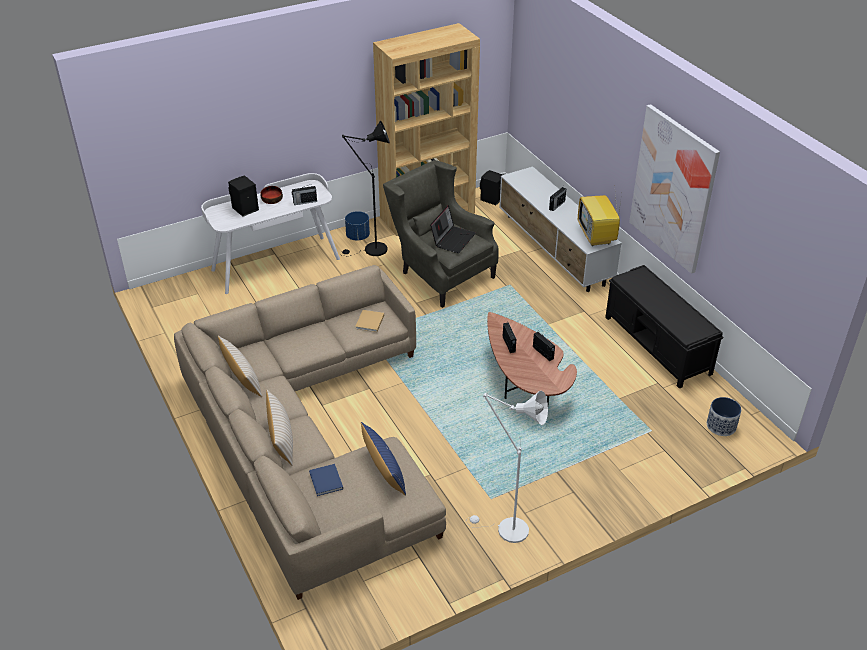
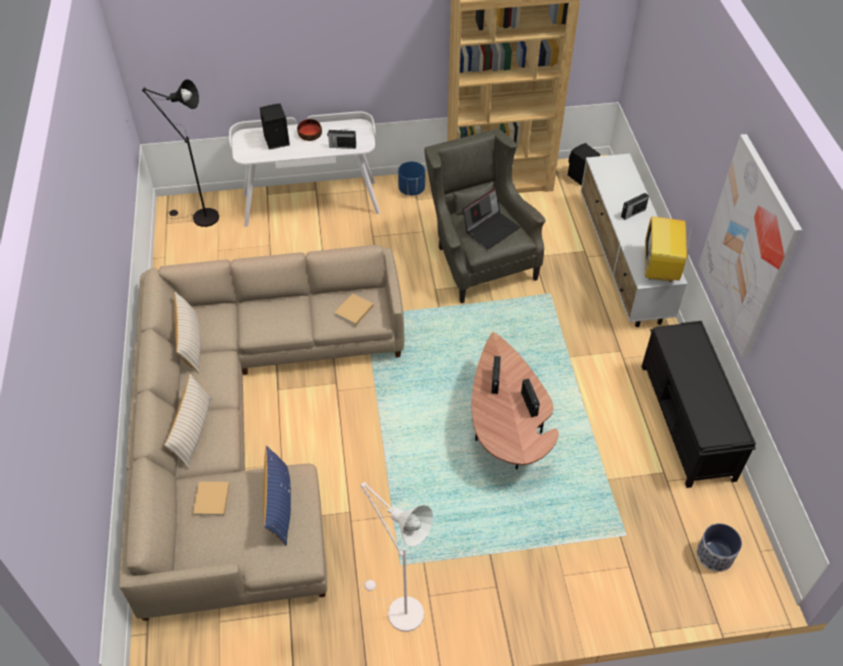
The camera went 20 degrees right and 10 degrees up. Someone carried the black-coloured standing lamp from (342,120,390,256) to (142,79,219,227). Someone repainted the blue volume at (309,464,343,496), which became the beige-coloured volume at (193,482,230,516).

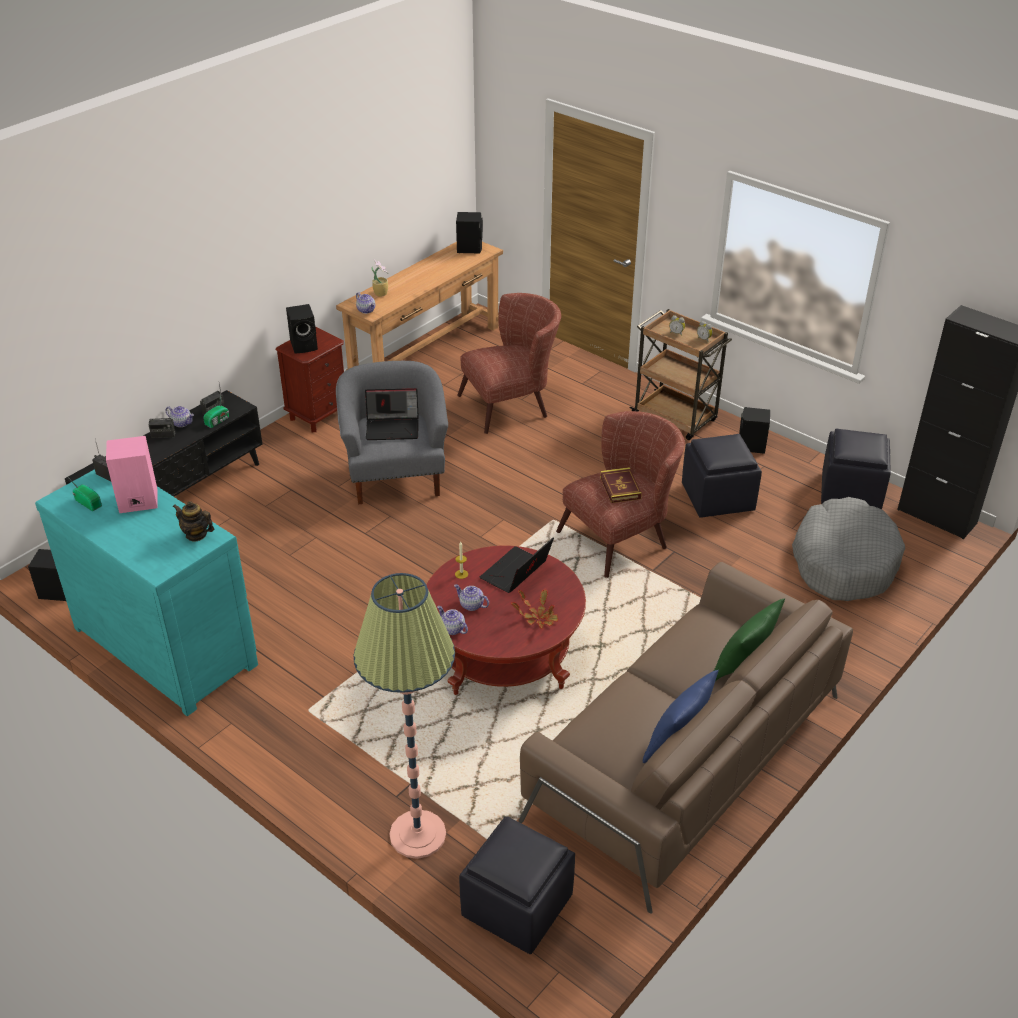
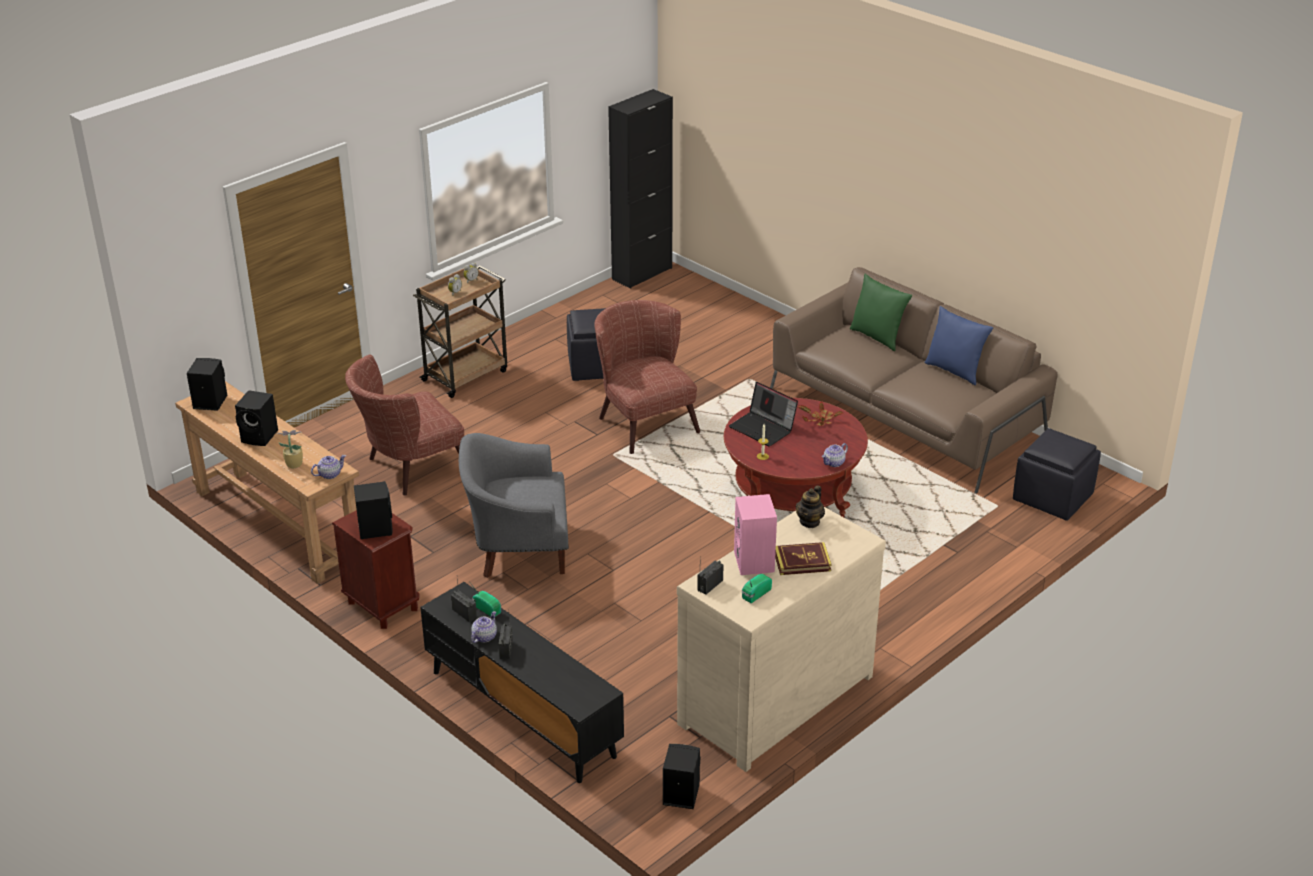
The camera went 85 degrees left and 5 degrees down. Someone took away the standing lamp at (354,573,455,859). Someone took away the notebook computer at (365,388,419,440). Someone took away the tea pot at (454,584,489,611). Someone took away the grey pet bed at (792,497,905,601). Someone took away the black-coloured footrest at (821,428,891,509). Someone carried the volume from (600,467,642,503) to (775,542,832,575). Someone carried the black-coloured loudspeaker from (739,407,770,454) to (235,390,278,446). Someone repainted the blue-green chest of drawers at (35,469,258,716), which became the beige-coloured chest of drawers at (677,507,886,772). Someone rotated the brown-coloured easy chair at (457,293,561,434) by 105 degrees counterclockwise.

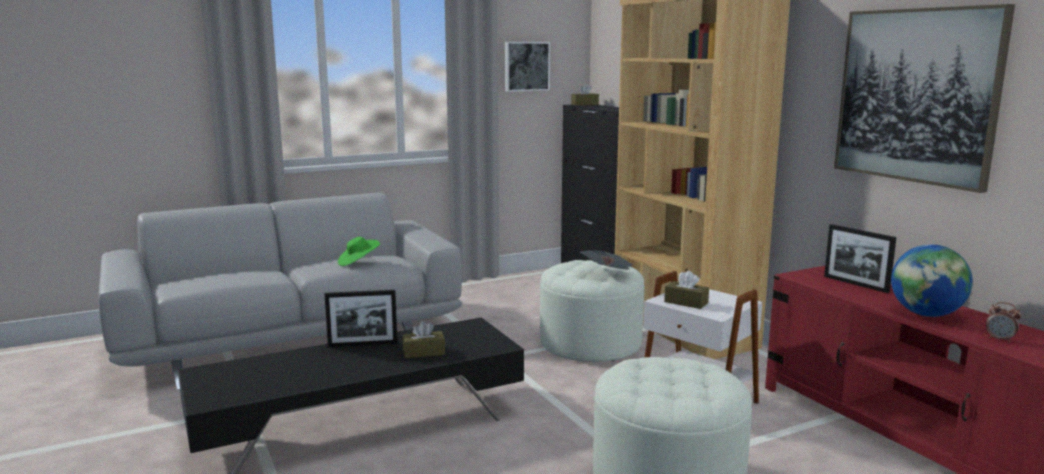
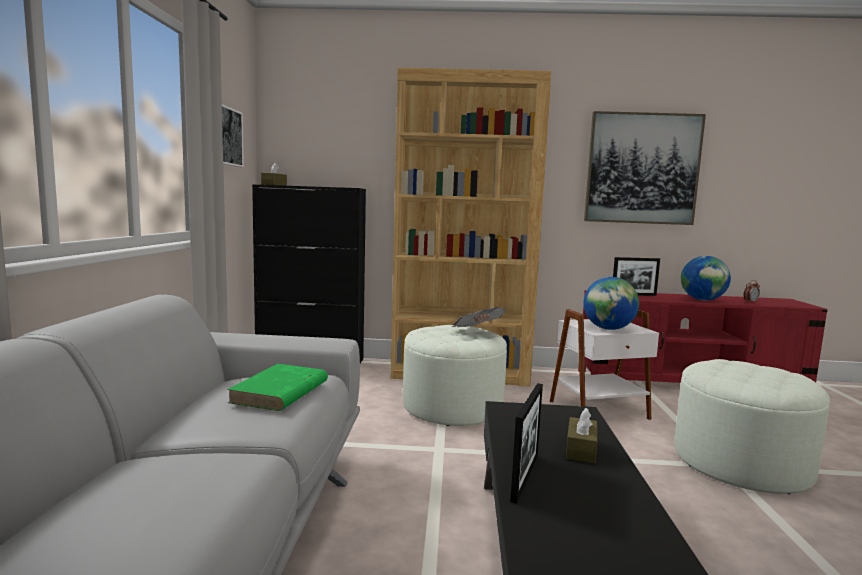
The camera went 60 degrees left and 5 degrees down. Someone swapped the green-coloured hat at (338,237,380,266) for the green-coloured volume at (227,364,328,411). Someone swapped the brown-coloured tissue holder at (664,271,709,309) for the globe at (583,277,639,330).

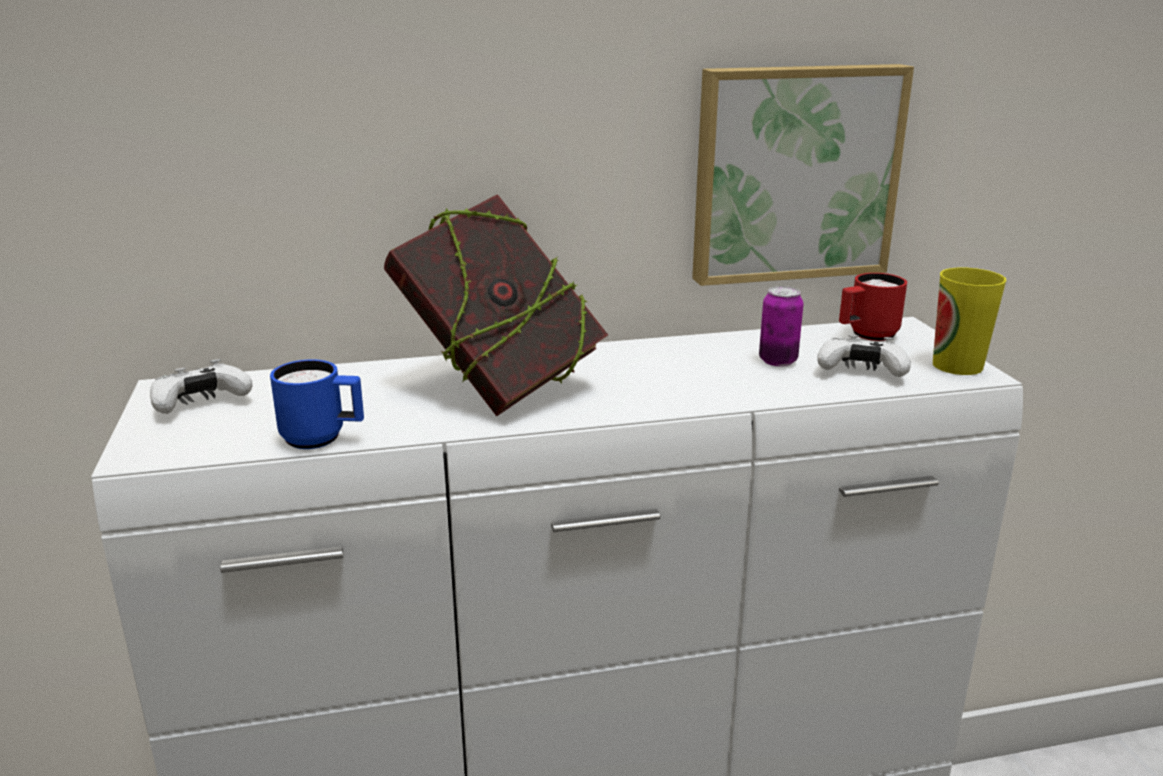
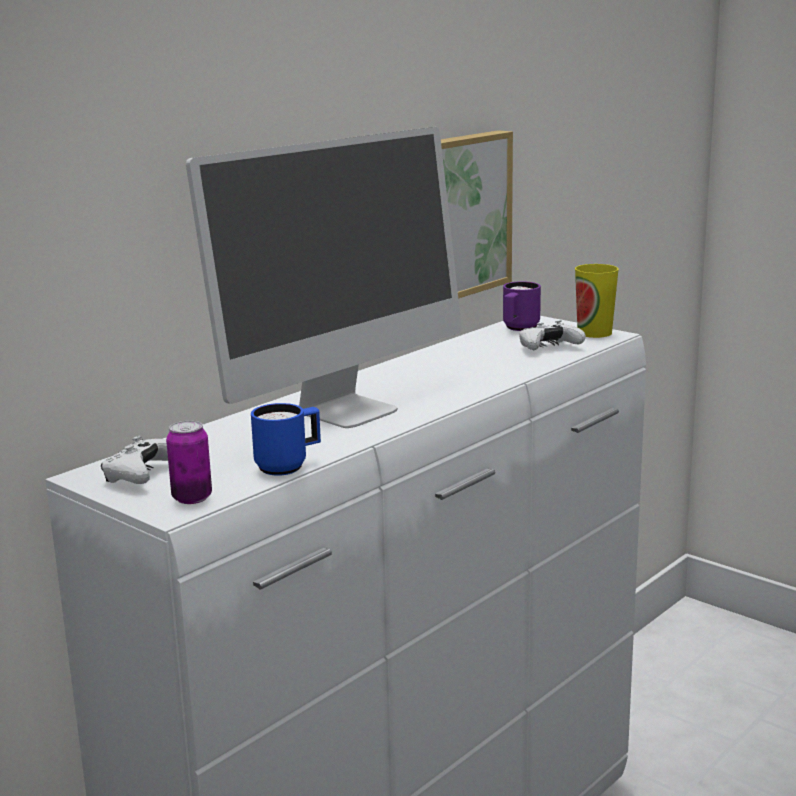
The camera went 35 degrees left and 5 degrees down. Someone carried the can from (759,286,804,367) to (166,421,212,504). Someone swapped the volume at (384,194,608,416) for the monitor at (186,127,462,428). Someone repainted the red-coloured mug at (839,273,907,341), which became the purple-coloured mug at (503,281,541,331).

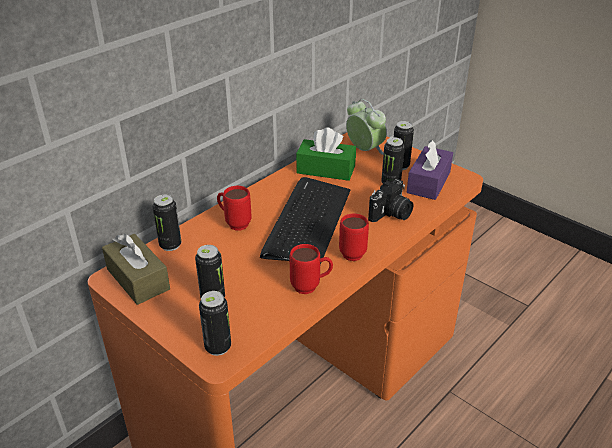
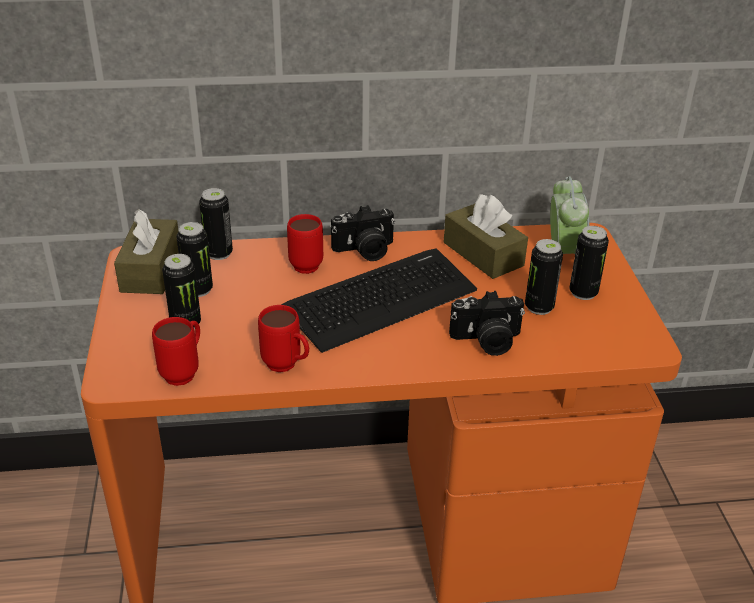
The camera went 40 degrees right and 0 degrees up. Someone took away the purple-coloured tissue holder at (407,140,453,200). Someone put down the still camera at (331,205,395,261). Someone carried the can from (199,291,231,356) to (176,222,213,297). Someone carried the red-coloured mug from (339,214,369,261) to (152,317,200,386). Someone repainted the green-coloured tissue holder at (296,127,356,181), which became the brown-coloured tissue holder at (443,194,528,279).

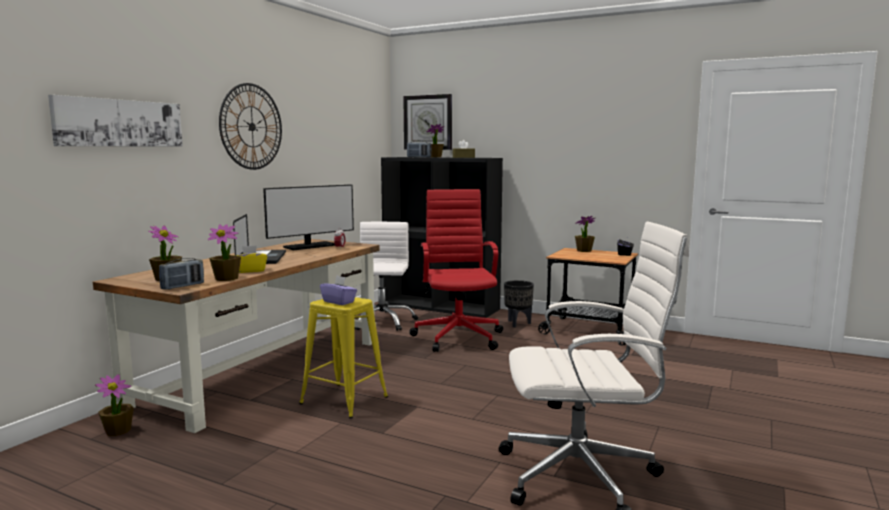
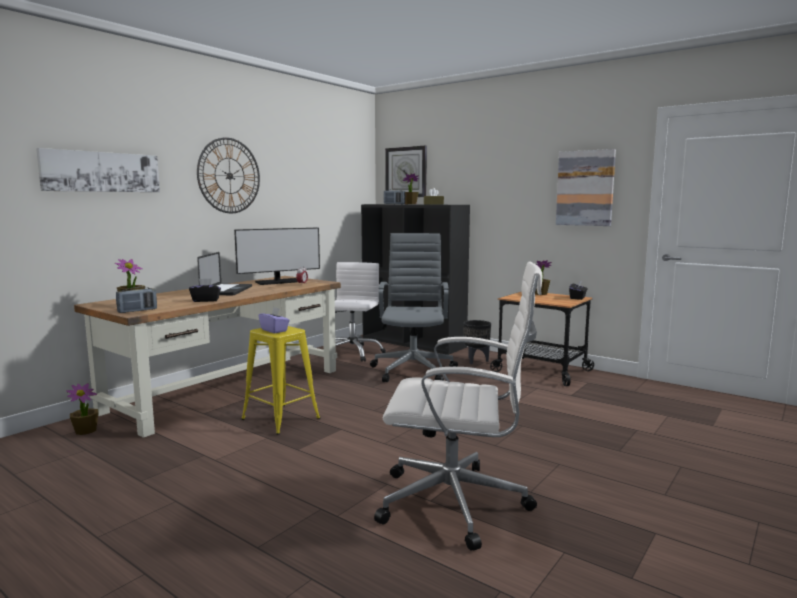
The camera went 10 degrees right and 0 degrees up. Someone took away the potted plant at (208,224,241,281). Someone put up the wall picture at (556,149,616,226). Someone repainted the yellowish tissue holder at (238,245,267,273), which became the black-coloured tissue holder at (189,278,221,302). Someone repainted the red-coloured computer chair at (409,189,503,352), which became the grey computer chair at (370,233,458,382).

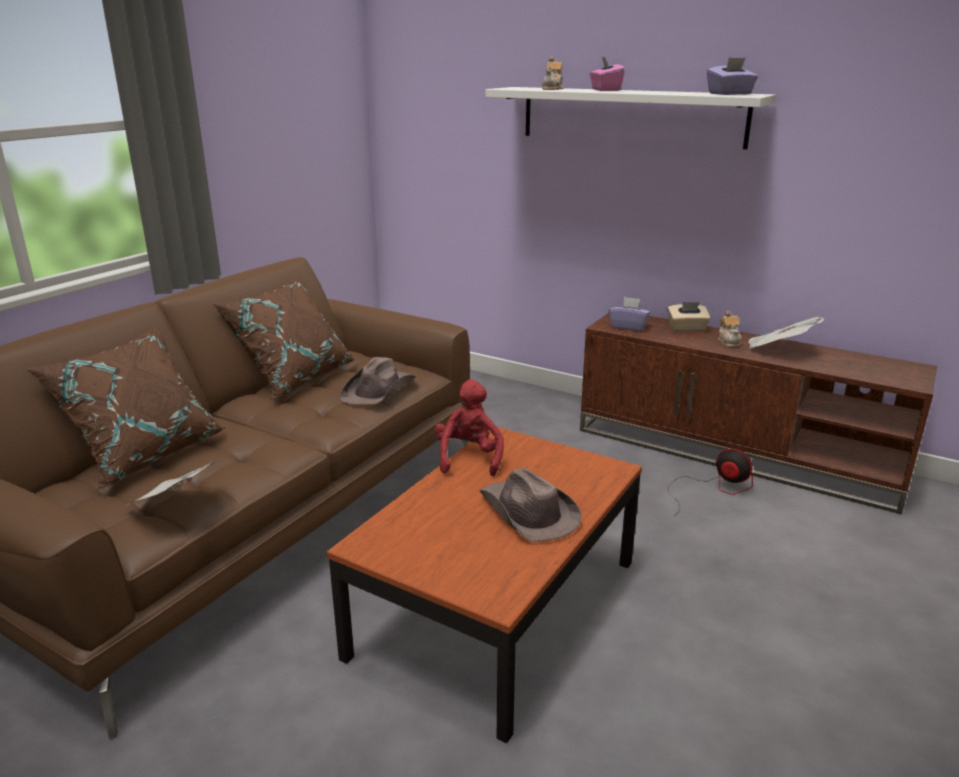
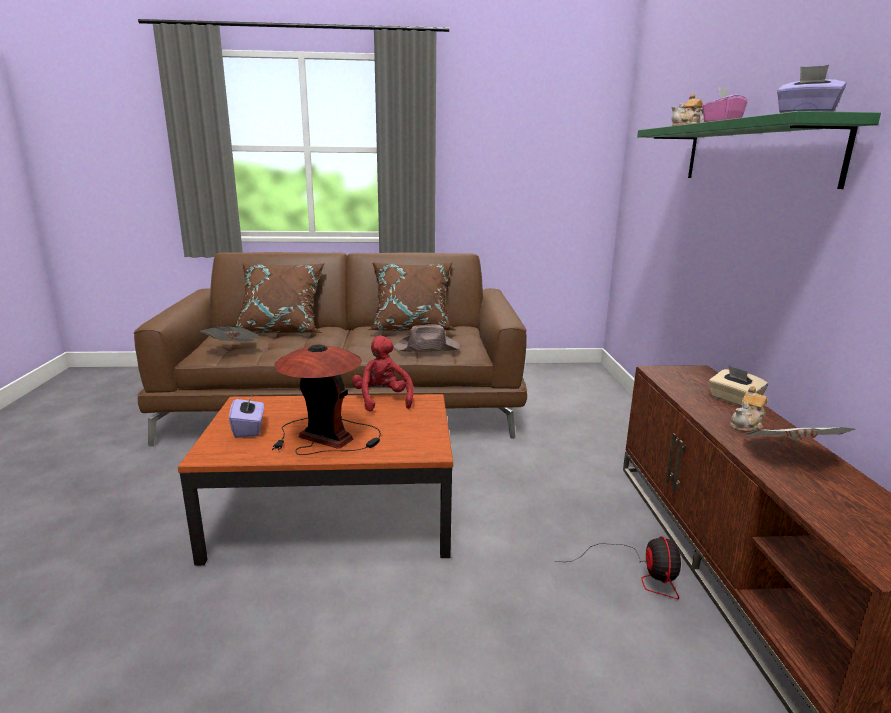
The camera went 55 degrees right and 5 degrees down. Someone carried the purple-coloured tissue holder from (609,297,650,331) to (229,394,264,438). Someone swapped the brown-coloured hat at (480,468,581,542) for the tabletop lamp at (272,345,381,455). Someone repainted the whitish wall shelf at (485,87,776,149), which became the green-coloured wall shelf at (637,111,881,189). Someone rotated the red-coloured soft toy at (434,380,504,476) by 75 degrees counterclockwise.

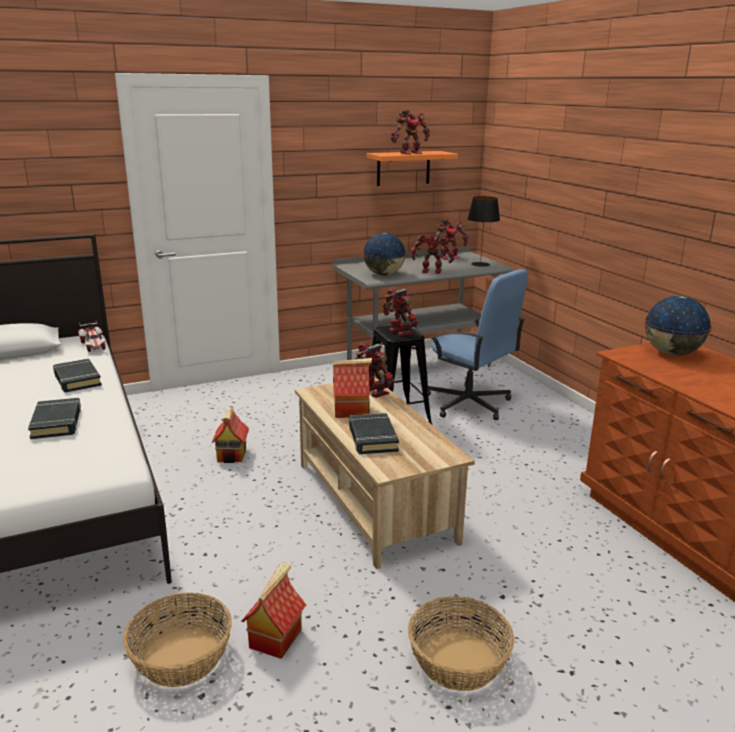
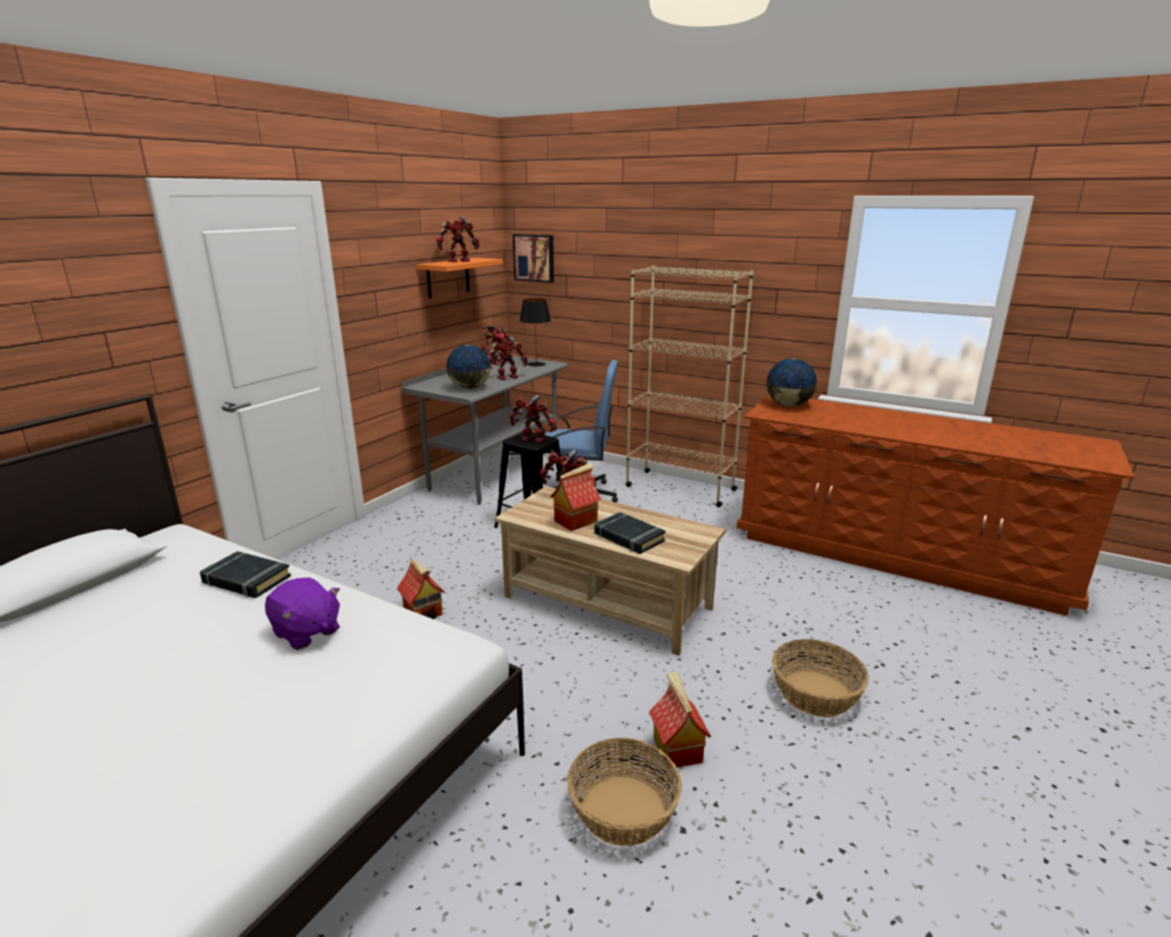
The camera went 35 degrees left and 0 degrees up. Someone took away the miniature car at (78,320,106,352). Someone put up the wall picture at (513,234,554,283). Someone put down the beige-coloured shelving unit at (625,266,754,507). Someone swapped the black-coloured volume at (28,398,81,439) for the purple-coloured soft toy at (265,577,340,650). Someone rotated the robot figure at (391,110,430,154) by 150 degrees counterclockwise.

